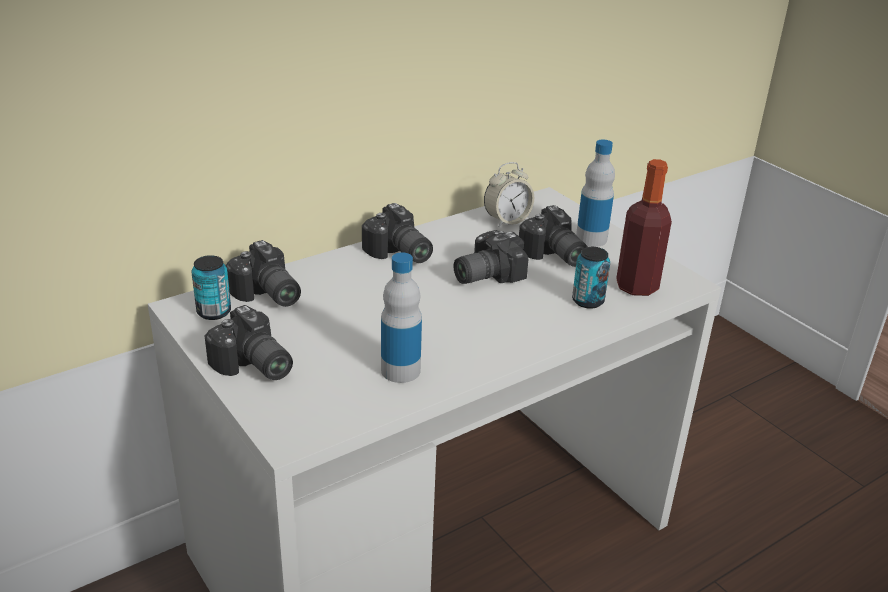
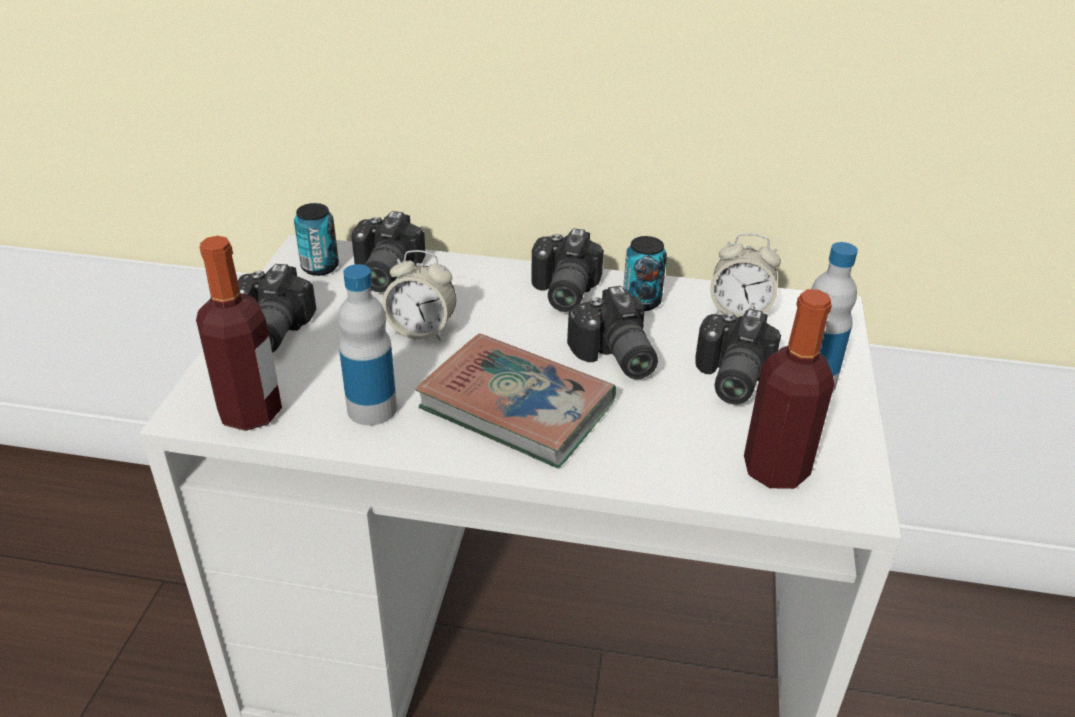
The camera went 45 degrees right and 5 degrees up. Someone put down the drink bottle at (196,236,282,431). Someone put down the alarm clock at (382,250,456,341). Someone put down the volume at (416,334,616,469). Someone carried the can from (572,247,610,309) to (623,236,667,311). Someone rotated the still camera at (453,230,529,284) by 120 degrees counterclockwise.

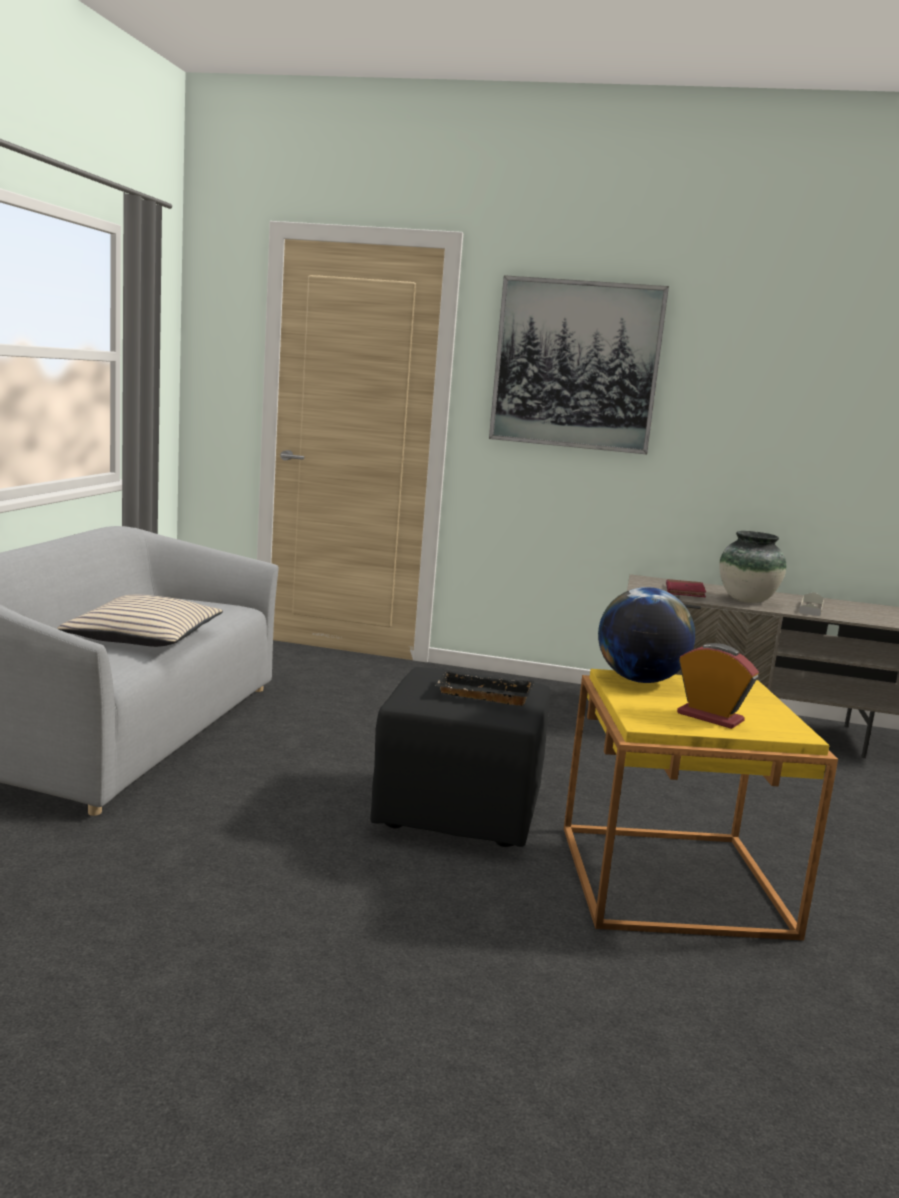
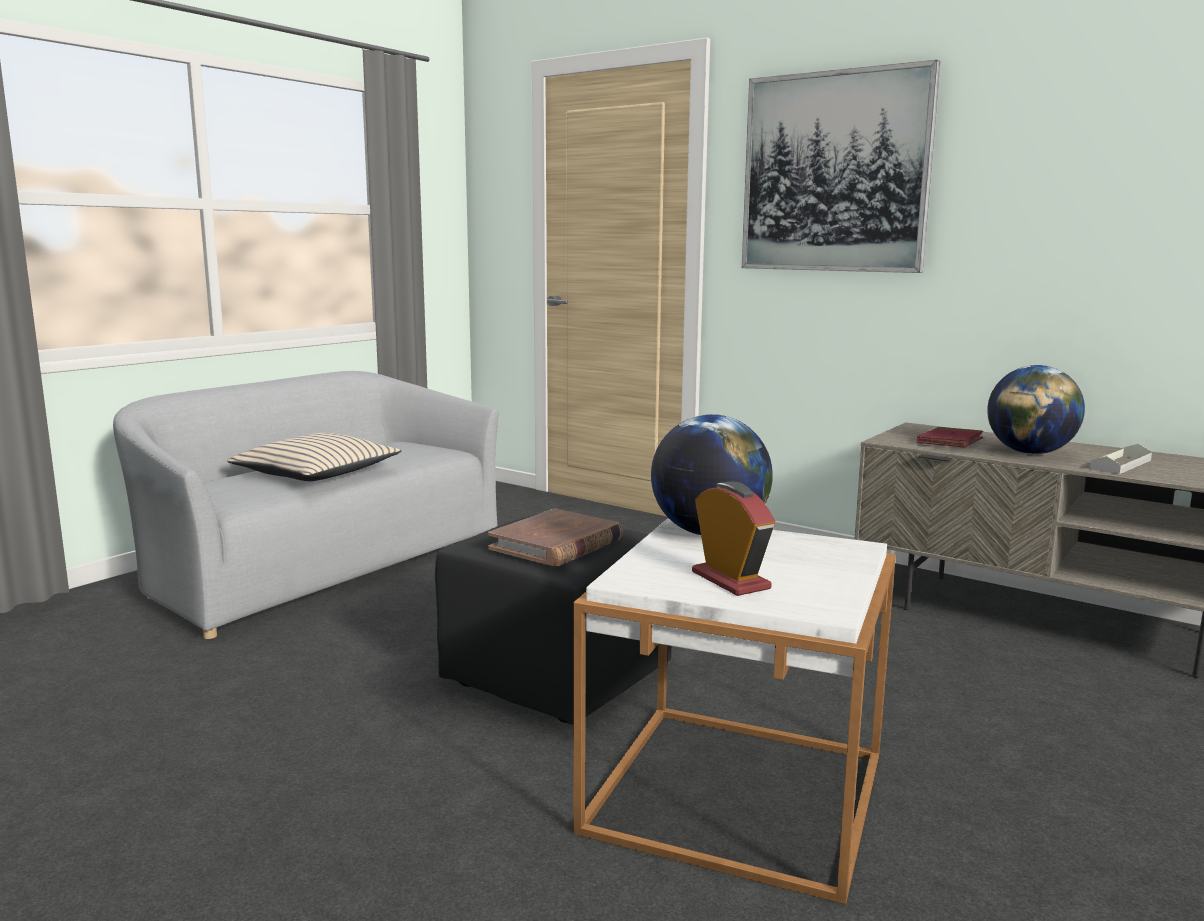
The camera went 25 degrees right and 0 degrees up. Someone swapped the black-coloured serving tray at (435,671,534,706) for the brown-coloured volume at (488,508,623,566). Someone swapped the vase at (719,531,786,603) for the globe at (987,365,1085,454). Someone repainted the yellowish end table at (564,669,838,941), which became the whitish end table at (573,518,896,904).

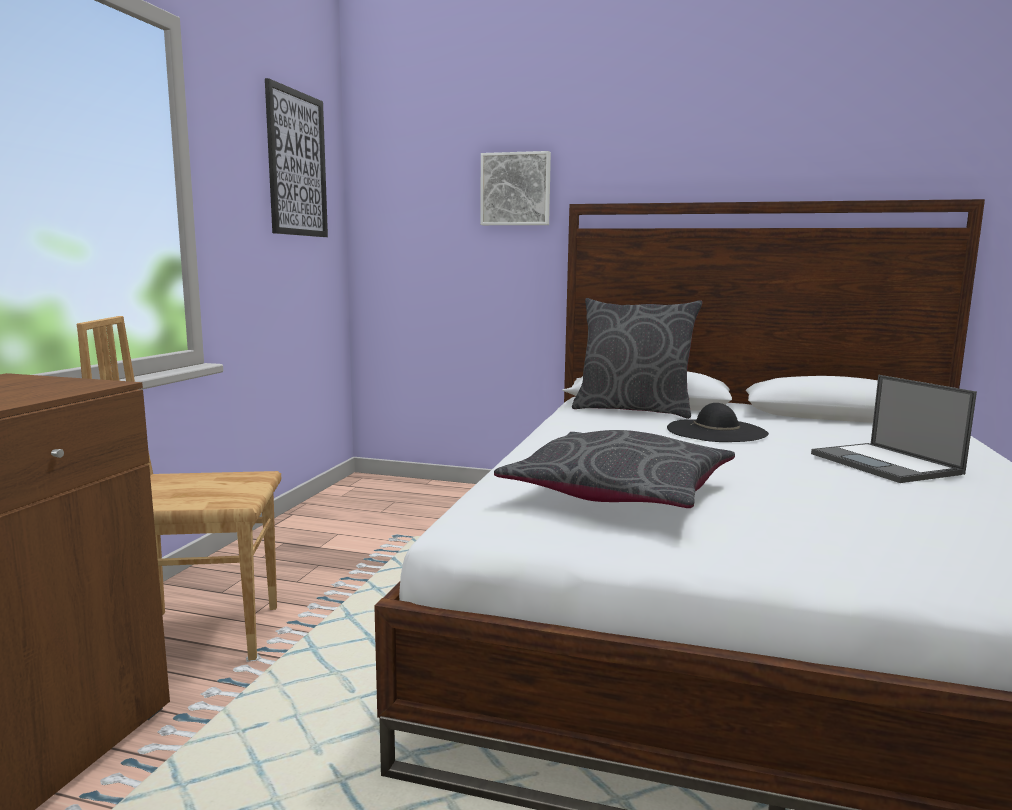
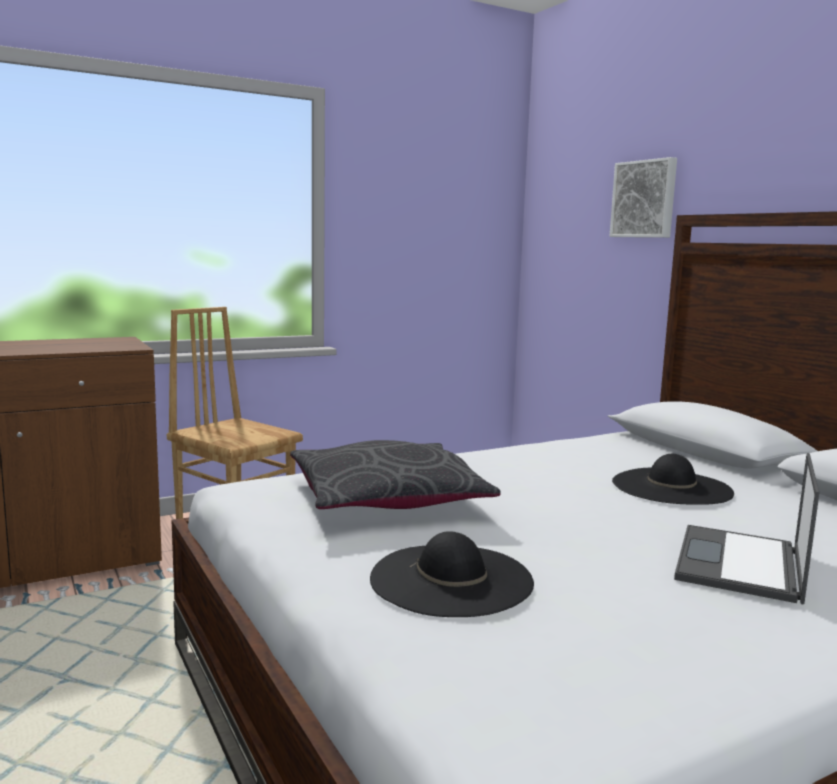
The camera went 45 degrees right and 0 degrees up. Someone took away the wall picture at (265,78,328,237). Someone took away the grey cushion at (572,298,702,419). Someone put down the black-coloured hat at (370,531,534,617).

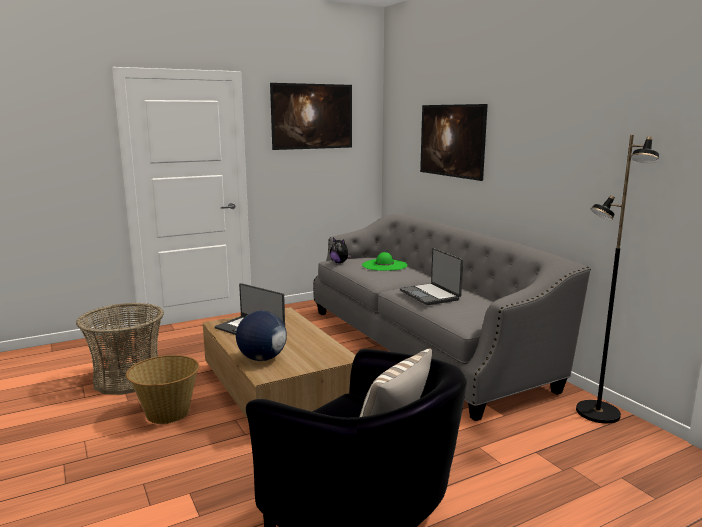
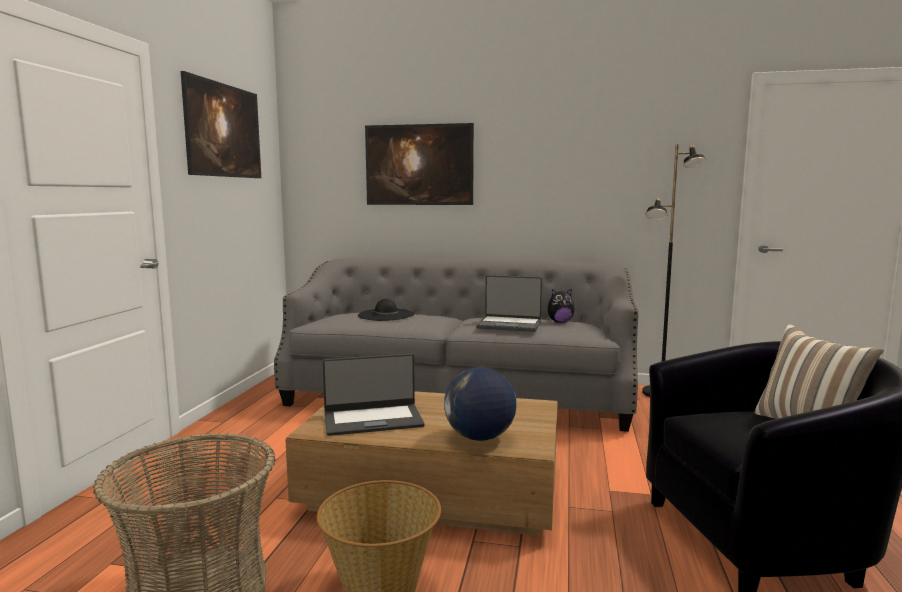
The camera went 50 degrees left and 5 degrees down. Someone carried the soft toy from (330,238,352,263) to (548,288,575,323). Someone repainted the green-coloured hat at (362,252,407,271), which became the black-coloured hat at (358,299,414,321).

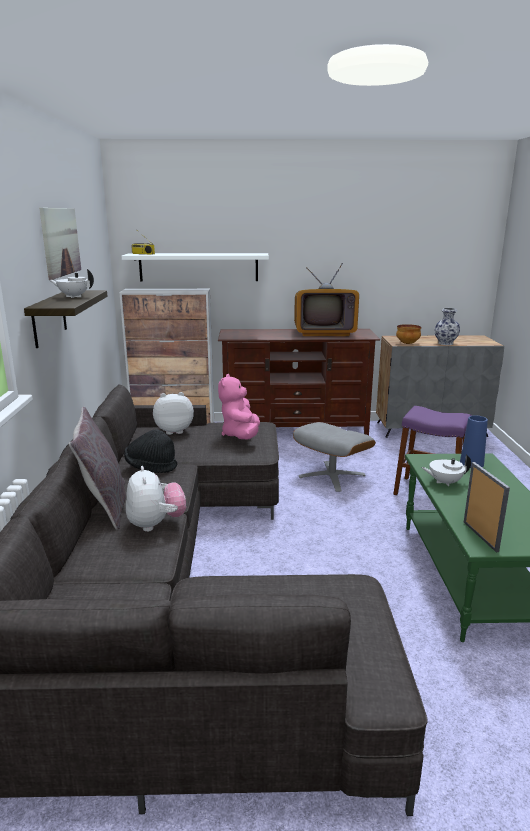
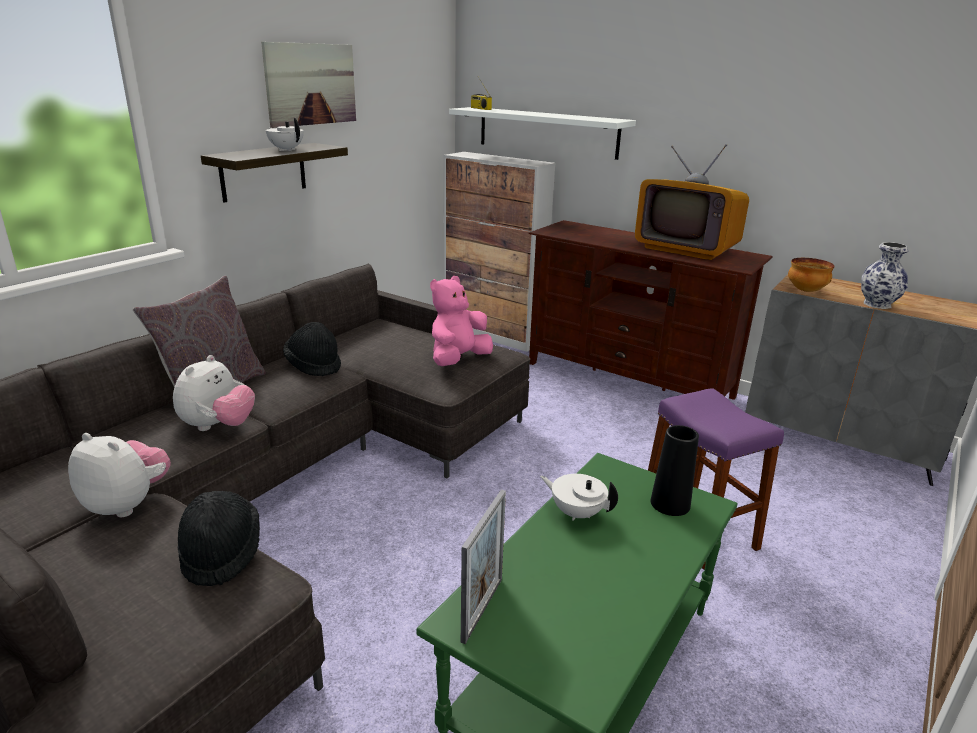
The camera went 35 degrees right and 5 degrees up. Someone took away the grey footrest at (293,422,376,492). Someone put down the black-coloured hat at (177,491,260,586). Someone carried the soft toy from (153,392,194,435) to (68,433,171,517). Someone repainted the blue vase at (460,415,488,468), which became the black-coloured vase at (651,425,699,516).

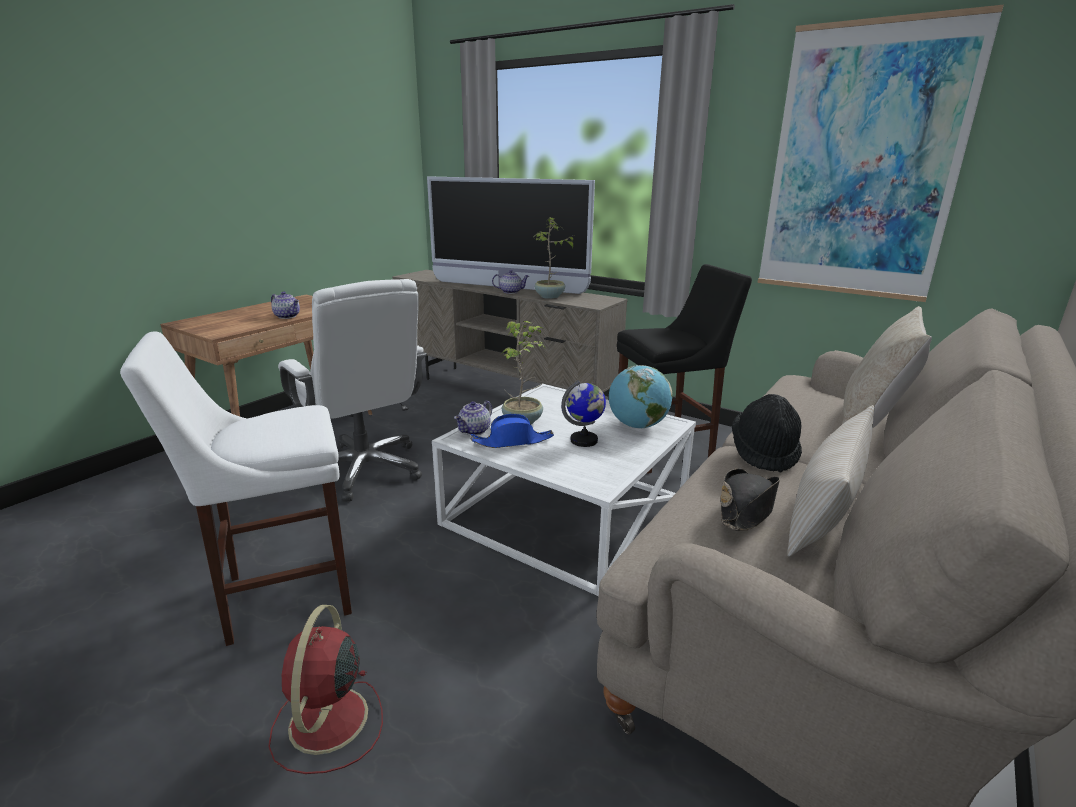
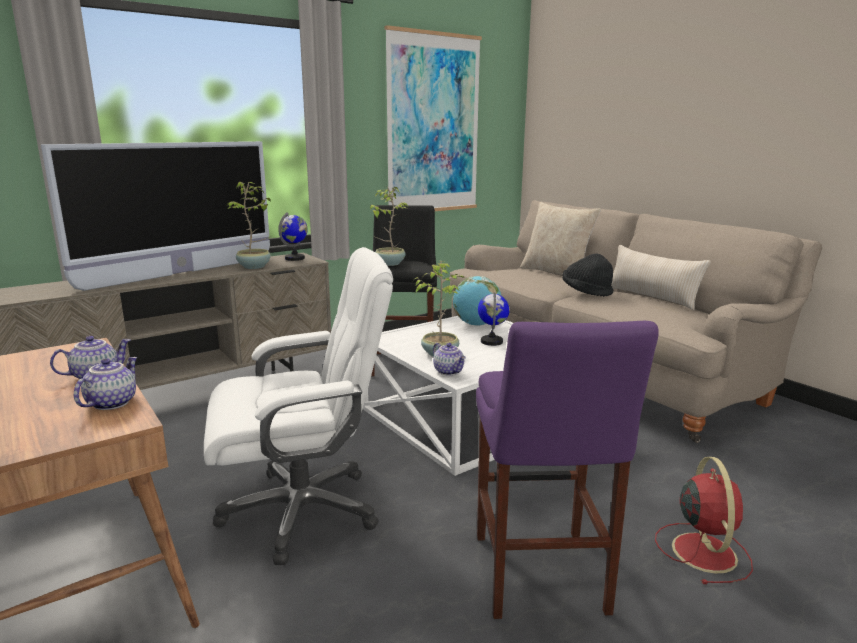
The camera went 70 degrees left and 5 degrees down. Someone took away the blue hat at (470,414,554,448). Someone took away the black-coloured hat at (721,468,780,531). Someone put down the globe at (278,212,308,261). Someone put down the potted plant at (370,186,408,266). Someone carried the tea pot from (492,270,529,294) to (73,357,138,410). Someone repainted the whitish stool seat at (120,331,352,646), which became the purple-coloured stool seat at (476,321,659,619). Someone rotated the red-coloured cooling fan at (268,605,383,774) by 105 degrees counterclockwise.

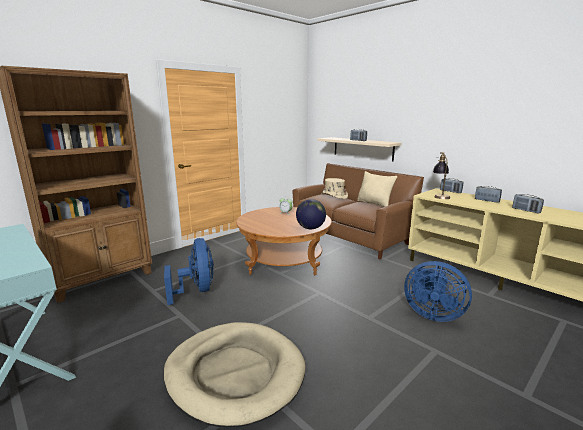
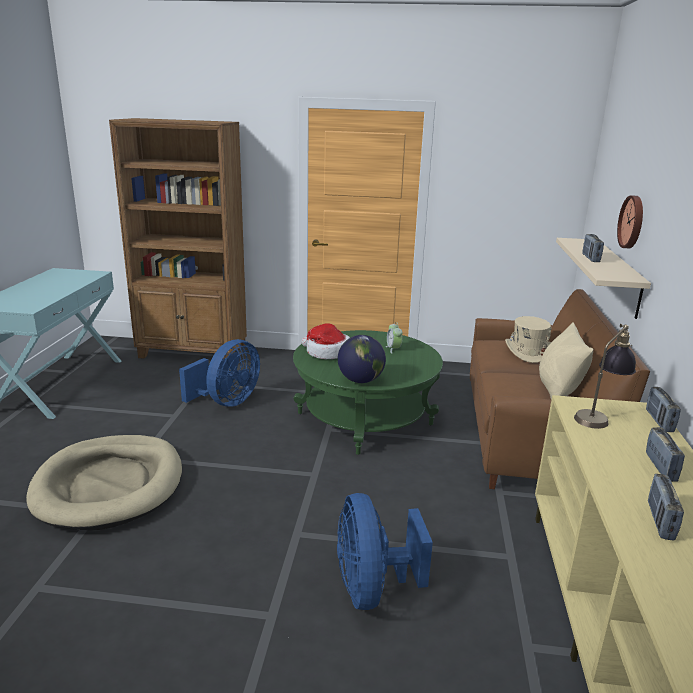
The camera went 50 degrees right and 5 degrees up. Someone put down the hat at (301,323,350,359). Someone put up the hanging clock at (617,195,643,248). Someone repainted the brown-coloured low table at (236,207,332,275), which became the green-coloured low table at (293,330,443,455).

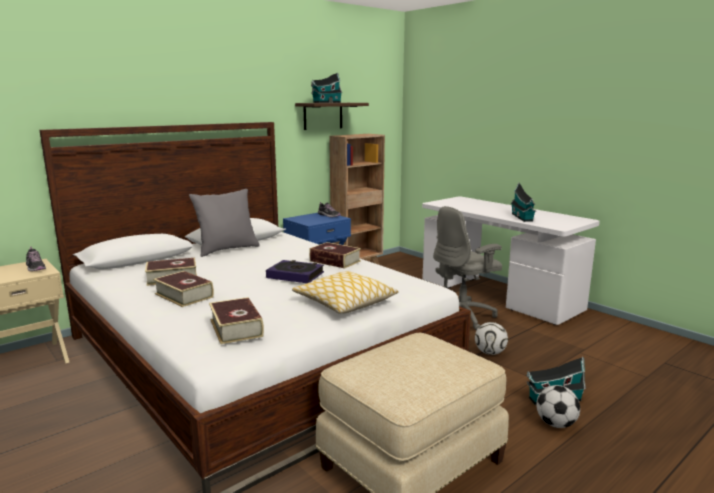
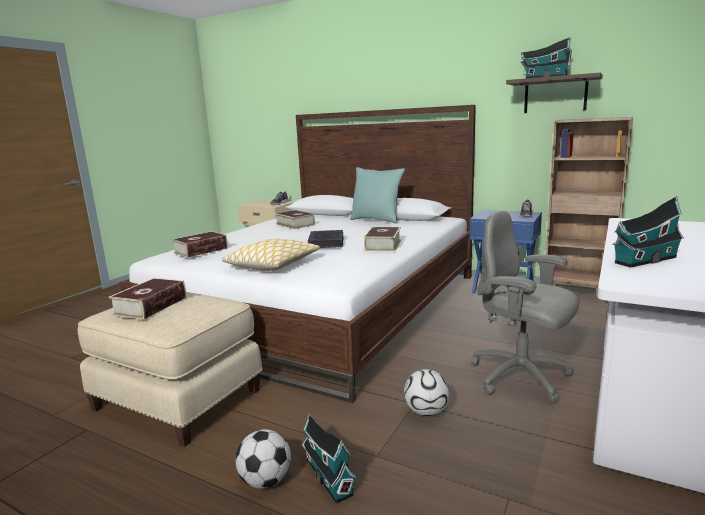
The camera went 70 degrees right and 0 degrees up. Someone carried the volume from (153,271,214,307) to (109,278,186,319). Someone repainted the grey cushion at (189,189,260,257), which became the blue-green cushion at (350,167,405,224).

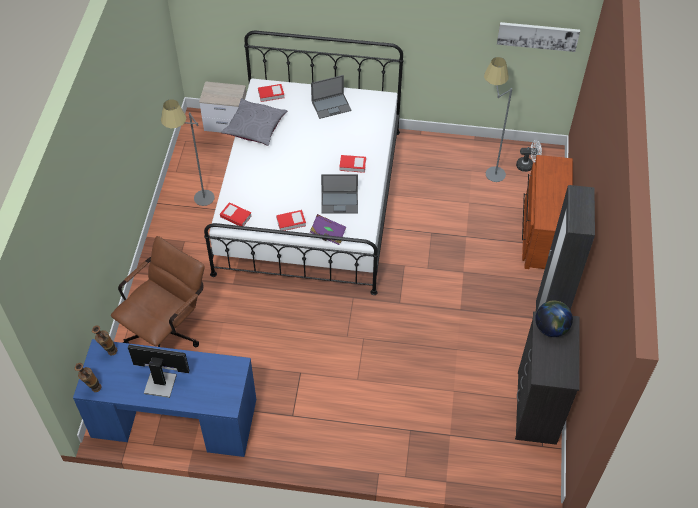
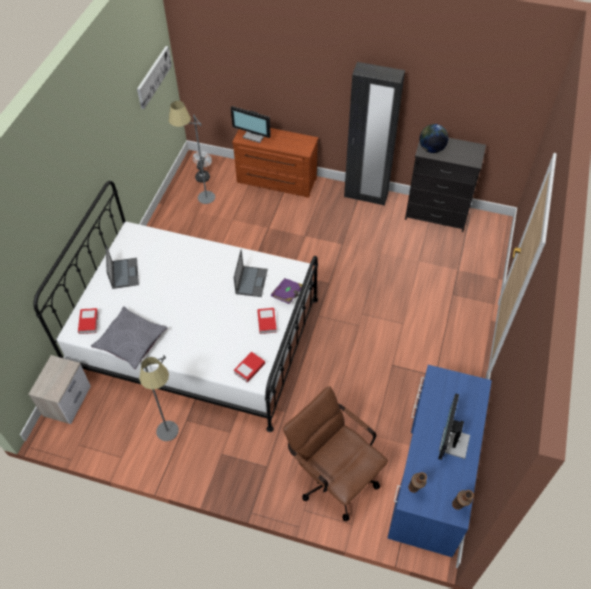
The camera went 80 degrees left and 0 degrees up. Someone took away the volume at (339,155,366,173). Someone put down the monitor at (231,106,271,143).

